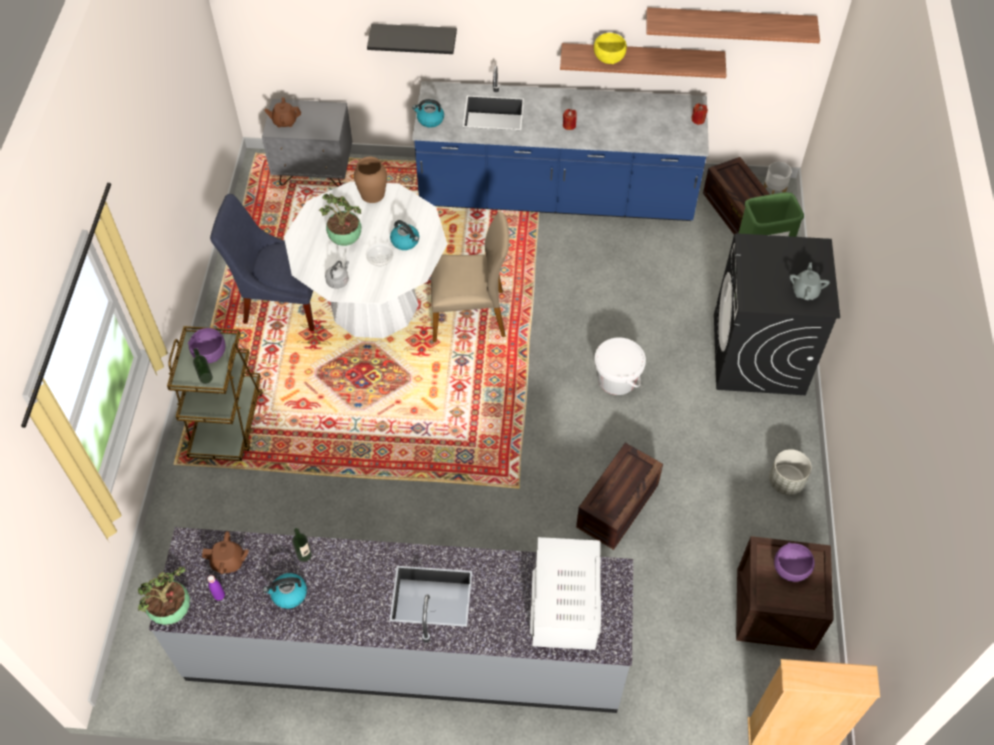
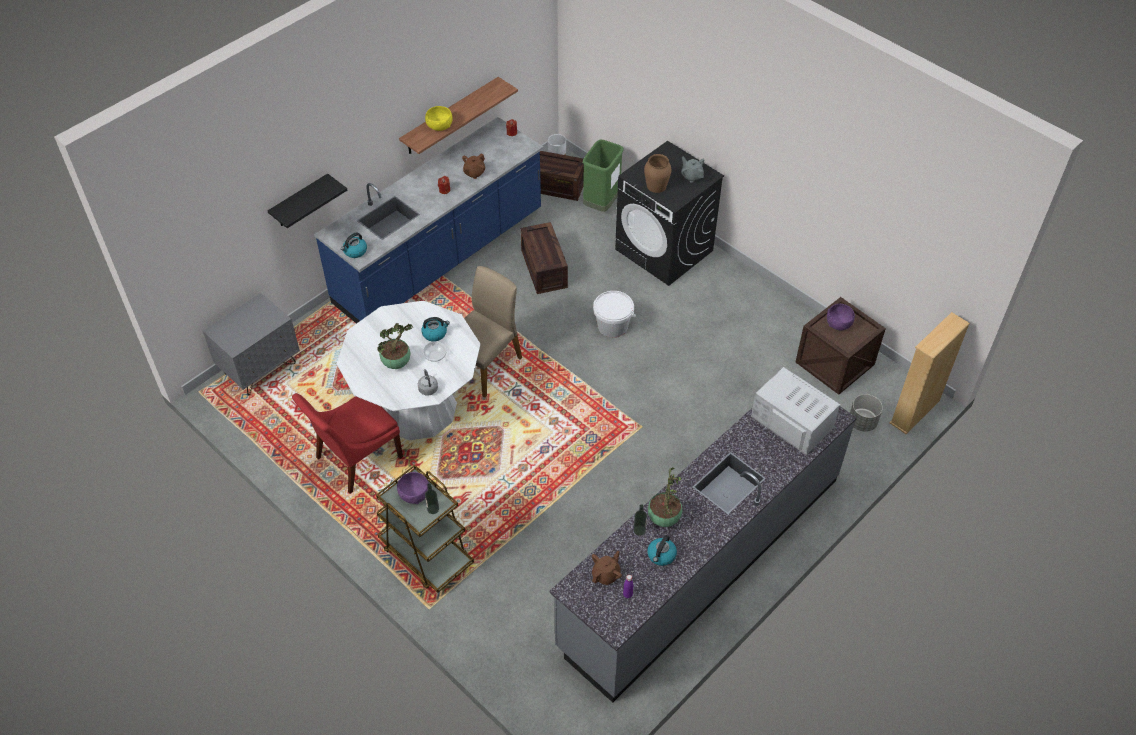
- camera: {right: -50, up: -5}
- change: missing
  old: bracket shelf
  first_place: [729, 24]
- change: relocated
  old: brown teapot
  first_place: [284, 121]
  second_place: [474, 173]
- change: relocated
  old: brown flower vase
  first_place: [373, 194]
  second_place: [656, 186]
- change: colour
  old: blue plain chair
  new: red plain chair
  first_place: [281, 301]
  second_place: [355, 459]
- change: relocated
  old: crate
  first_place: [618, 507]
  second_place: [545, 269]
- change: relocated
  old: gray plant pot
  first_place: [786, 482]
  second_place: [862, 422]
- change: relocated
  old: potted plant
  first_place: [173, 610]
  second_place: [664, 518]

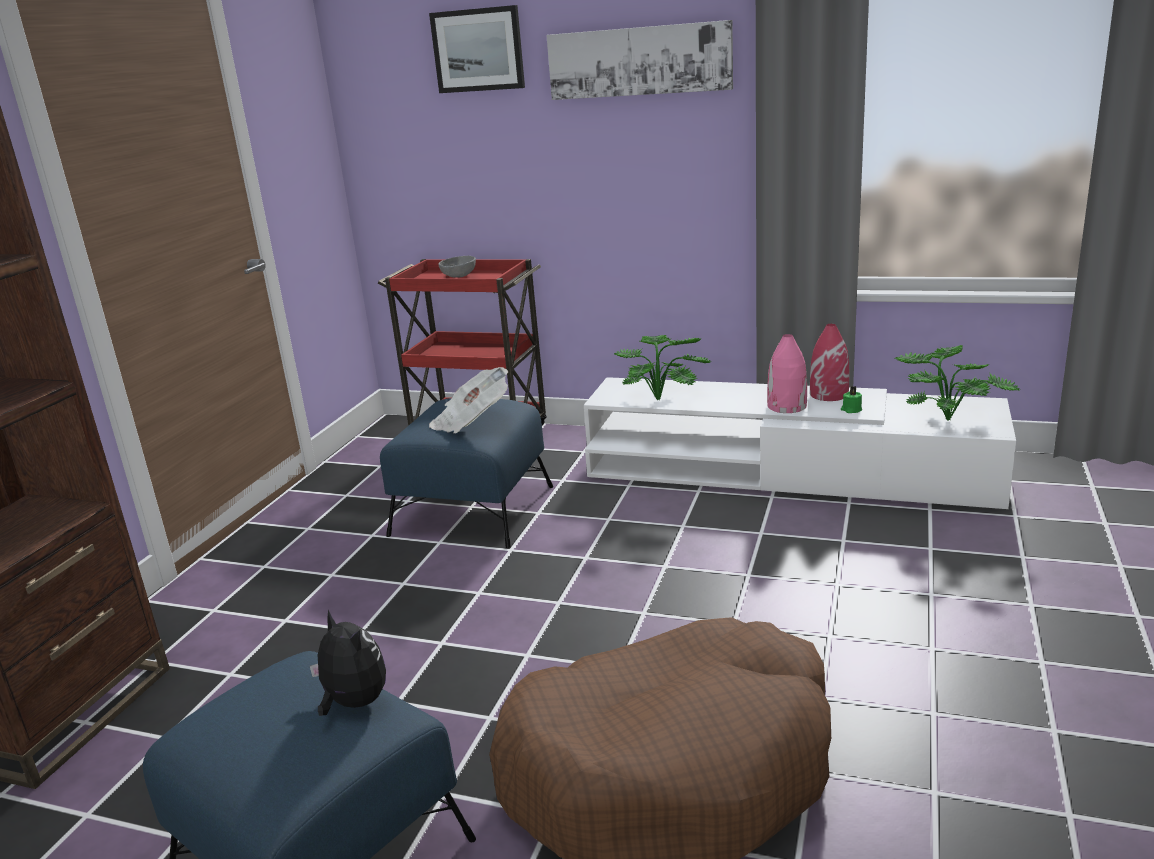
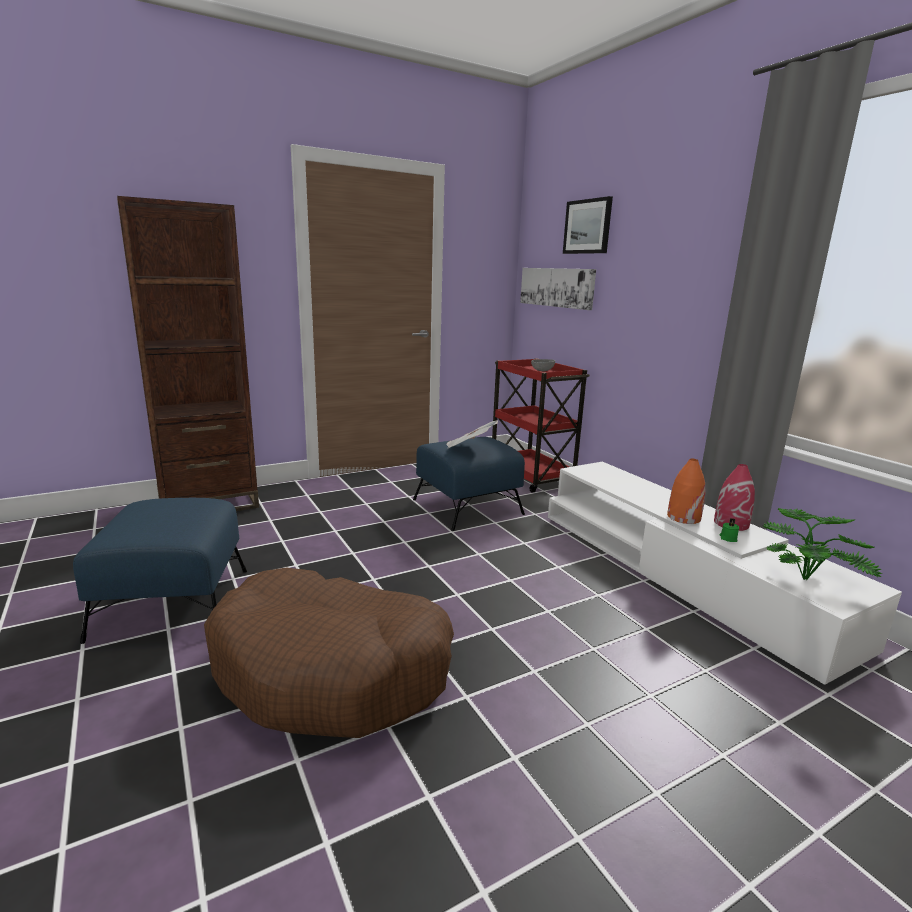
- camera: {right: 40, up: -5}
- change: relocated
  old: wall art
  first_place: [639, 61]
  second_place: [557, 287]
- change: colour
  old: pinkish flower vase
  new: orange flower vase
  first_place: [786, 406]
  second_place: [683, 517]
- change: missing
  old: potted plant
  first_place: [664, 398]
- change: missing
  old: cuddly toy
  first_place: [353, 703]

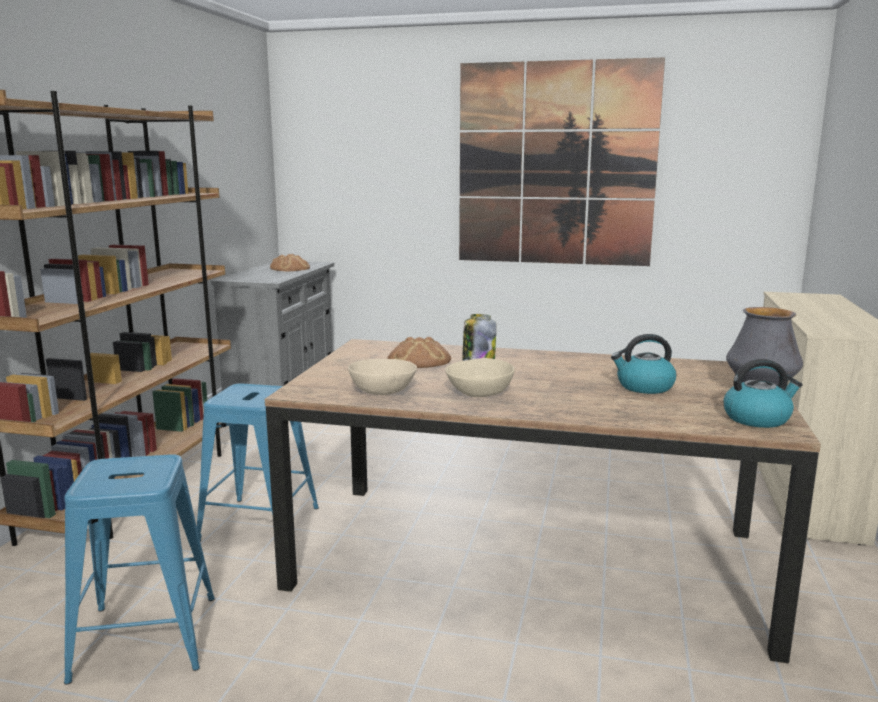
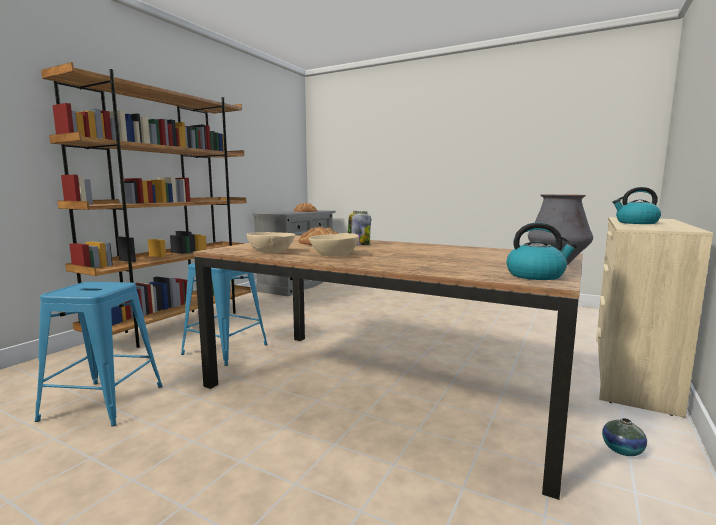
- camera: {right: 15, up: -5}
- change: missing
  old: wall art
  first_place: [555, 165]
- change: relocated
  old: tea kettle
  first_place: [644, 387]
  second_place: [636, 223]
- change: appeared
  new: flower vase
  second_place: [622, 450]

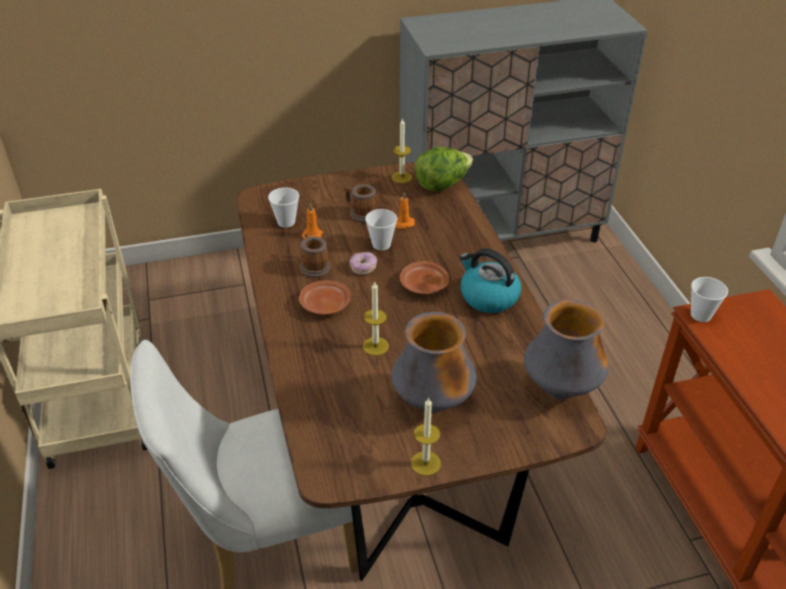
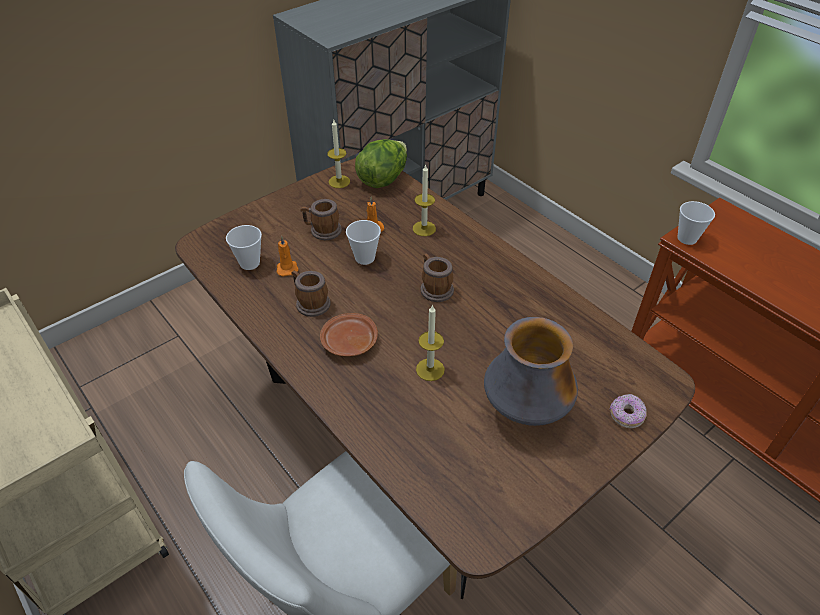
- camera: {right: -25, up: 5}
- change: missing
  old: tea kettle
  first_place: [488, 297]
- change: relocated
  old: ring doughnut
  first_place: [363, 268]
  second_place: [626, 416]
- change: exchanged
  old: brown flat dish
  new: tea mug
  first_place: [424, 285]
  second_place: [434, 288]
- change: missing
  old: flower vase
  first_place: [560, 389]
- change: relocated
  old: wax candle
  first_place: [425, 463]
  second_place: [424, 228]

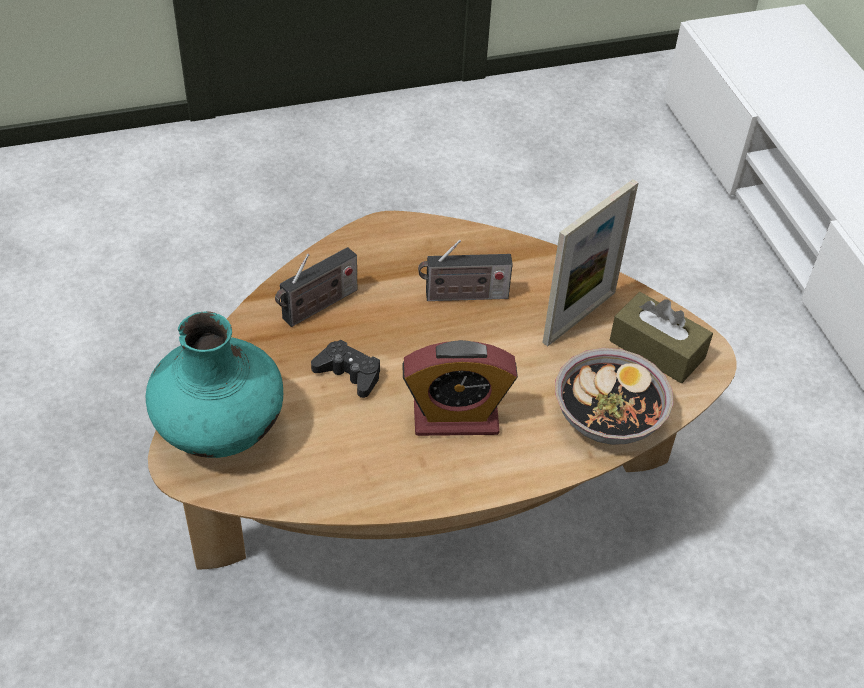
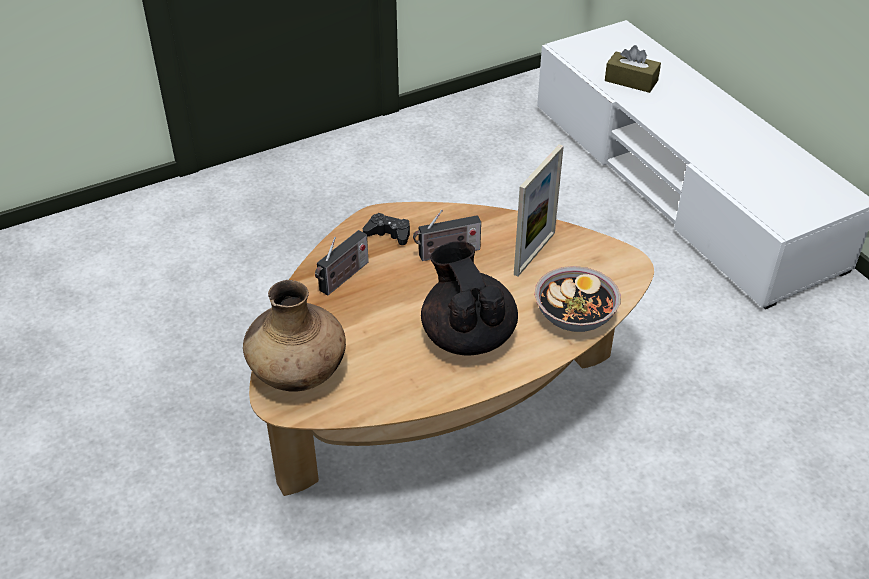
- camera: {right: -10, up: -5}
- change: relocated
  old: brown tissue holder
  first_place: [657, 349]
  second_place: [631, 81]
- change: colour
  old: blue-green flower vase
  new: brown flower vase
  first_place: [220, 429]
  second_place: [298, 373]
- change: relocated
  old: black-coloured game controller
  first_place: [349, 374]
  second_place: [388, 234]
- change: exchanged
  old: alarm clock
  new: black-coloured teapot
  first_place: [456, 418]
  second_place: [467, 335]

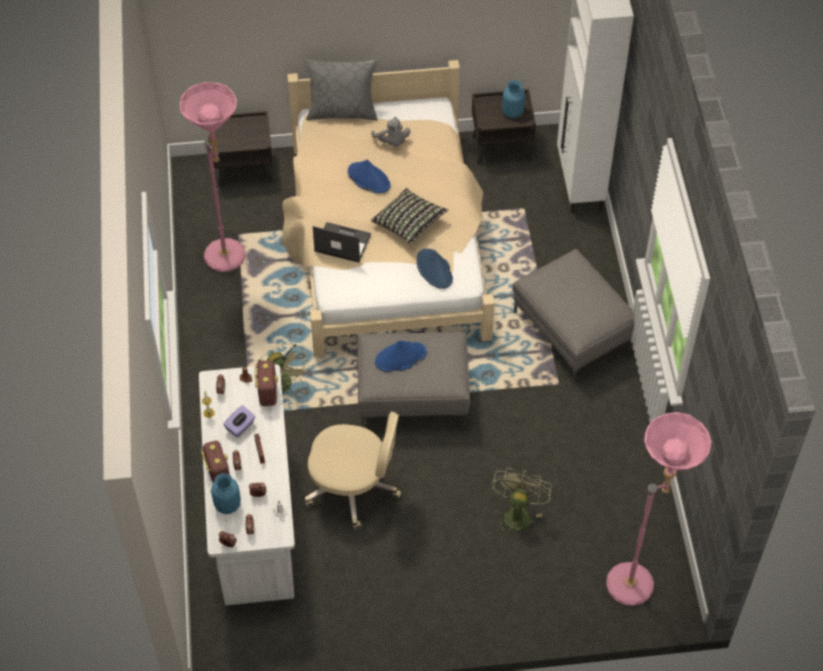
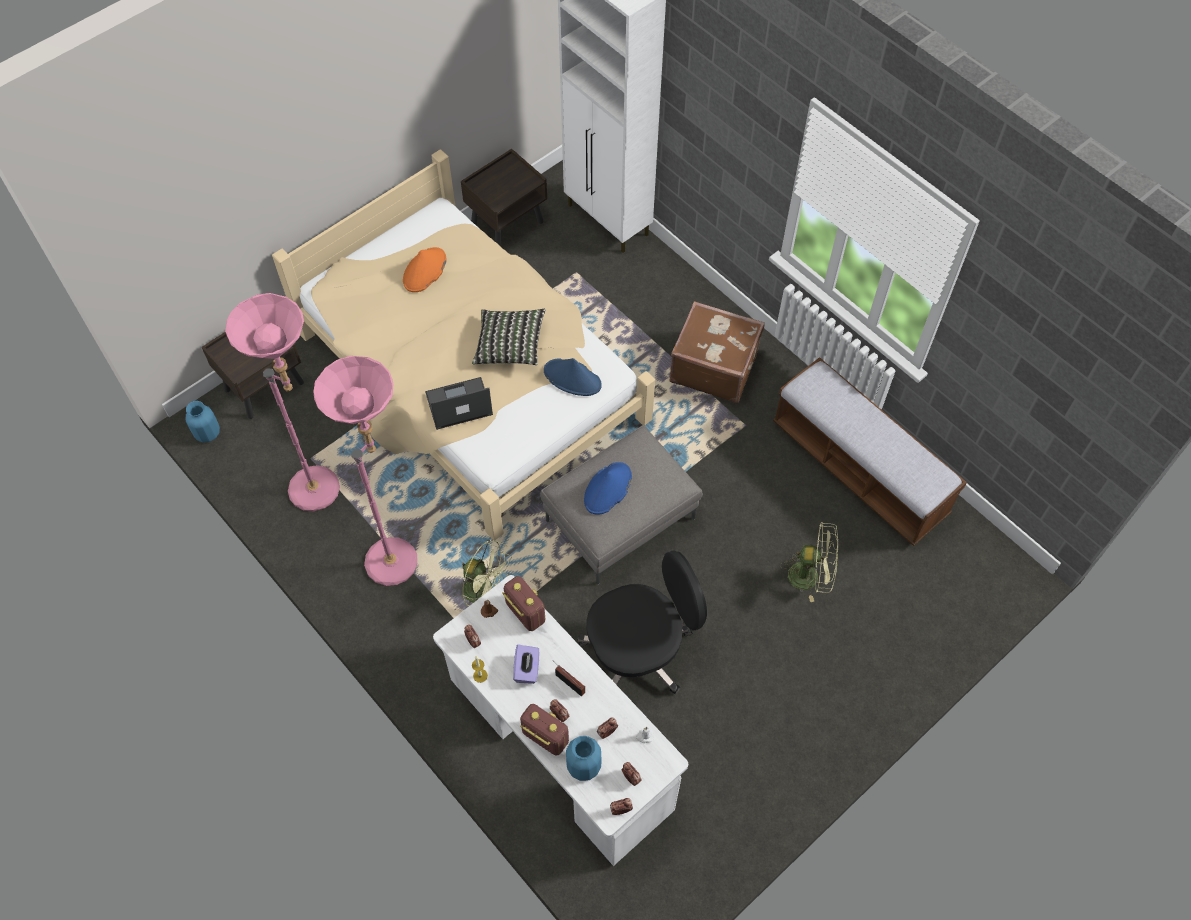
- camera: {right: -35, up: 5}
- change: missing
  old: gray pillow
  first_place: [342, 111]
- change: relocated
  old: blue flower vase
  first_place: [512, 112]
  second_place: [207, 433]
- change: exchanged
  old: gray cuddly toy
  new: orange hat
  first_place: [392, 142]
  second_place: [424, 271]
- change: missing
  old: blue hat
  first_place: [368, 178]
- change: exchanged
  old: gray ottoman
  new: brown piece of luggage
  first_place: [570, 330]
  second_place: [713, 366]
- change: colour
  old: beige computer chair
  new: black-coloured computer chair
  first_place: [354, 487]
  second_place: [639, 651]
- change: relocated
  old: pinkish standard lamp
  first_place: [639, 581]
  second_place: [398, 553]
- change: spun
  old: green-coloured fan
  first_place: [517, 513]
  second_place: [810, 576]
  degrees: 120
- change: appeared
  new: long seat
  second_place: [858, 470]

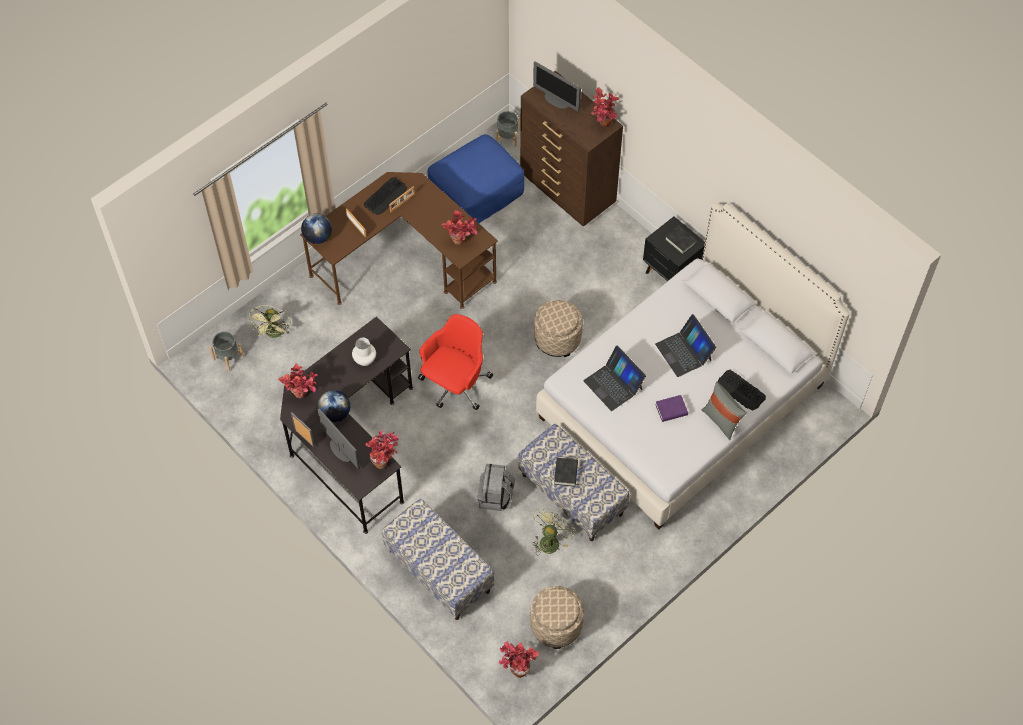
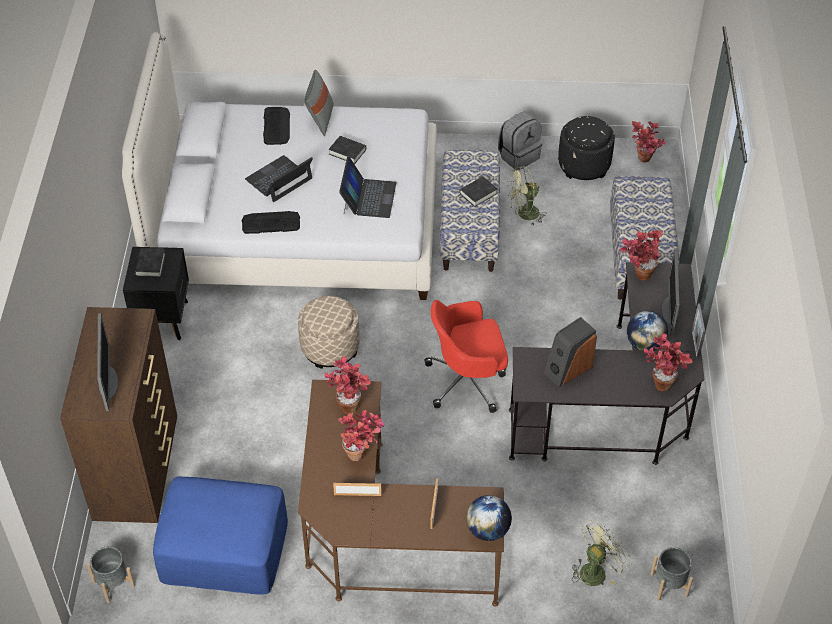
- camera: {right: -135, up: -10}
- change: relocated
  old: potted plant
  first_place: [602, 126]
  second_place: [361, 454]
- change: relocated
  old: keyboard
  first_place: [385, 196]
  second_place: [270, 223]
- change: spun
  old: laptop
  first_place: [684, 352]
  second_place: [279, 179]
  degrees: -150
- change: exchanged
  old: white flower vase
  new: loudspeaker
  first_place: [364, 360]
  second_place: [568, 369]
- change: colour
  old: purple bound book
  new: black-coloured bound book
  first_place: [671, 410]
  second_place: [347, 152]
- change: relocated
  old: gray backpack
  first_place: [495, 497]
  second_place: [518, 156]
- change: colour
  old: beige ottoman
  new: black-coloured ottoman
  first_place: [556, 625]
  second_place: [584, 165]

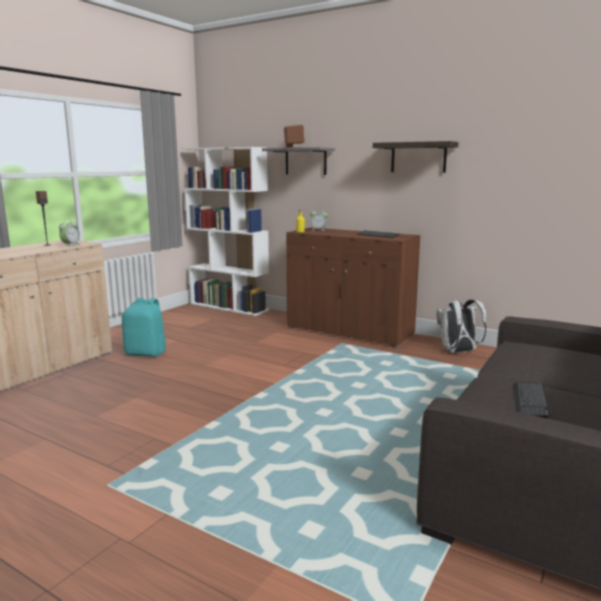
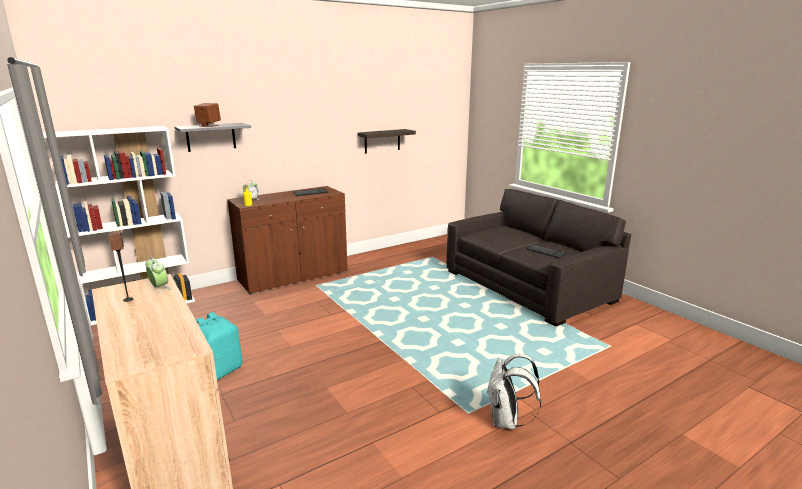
- camera: {right: -65, up: 5}
- change: relocated
  old: bracket shelf
  first_place: [418, 157]
  second_place: [382, 141]
- change: relocated
  old: white backpack
  first_place: [458, 352]
  second_place: [507, 421]

